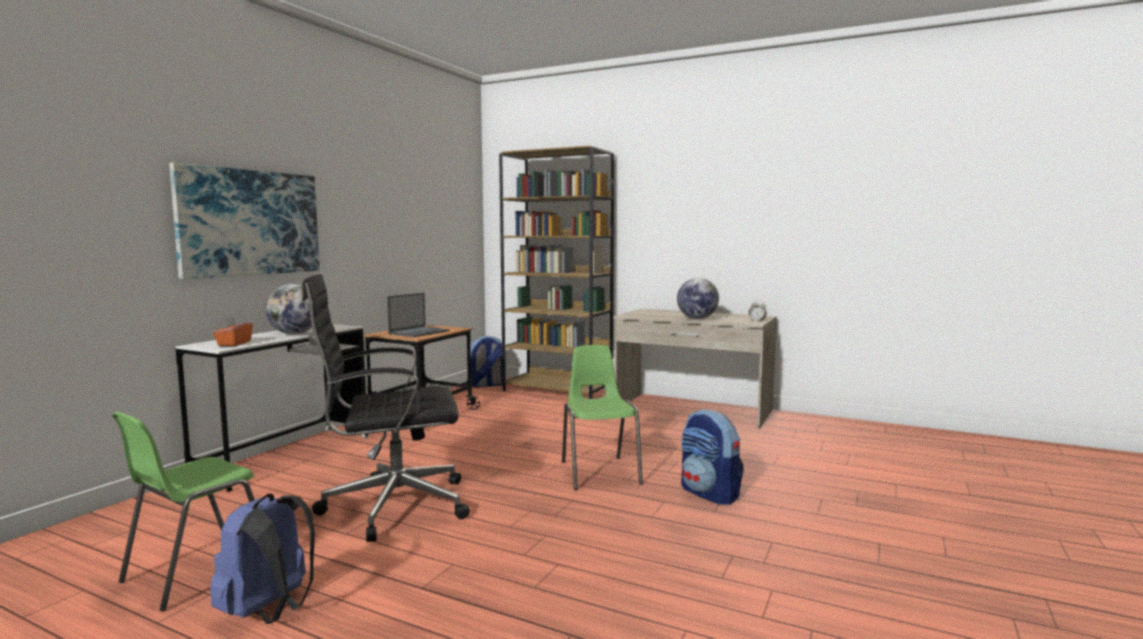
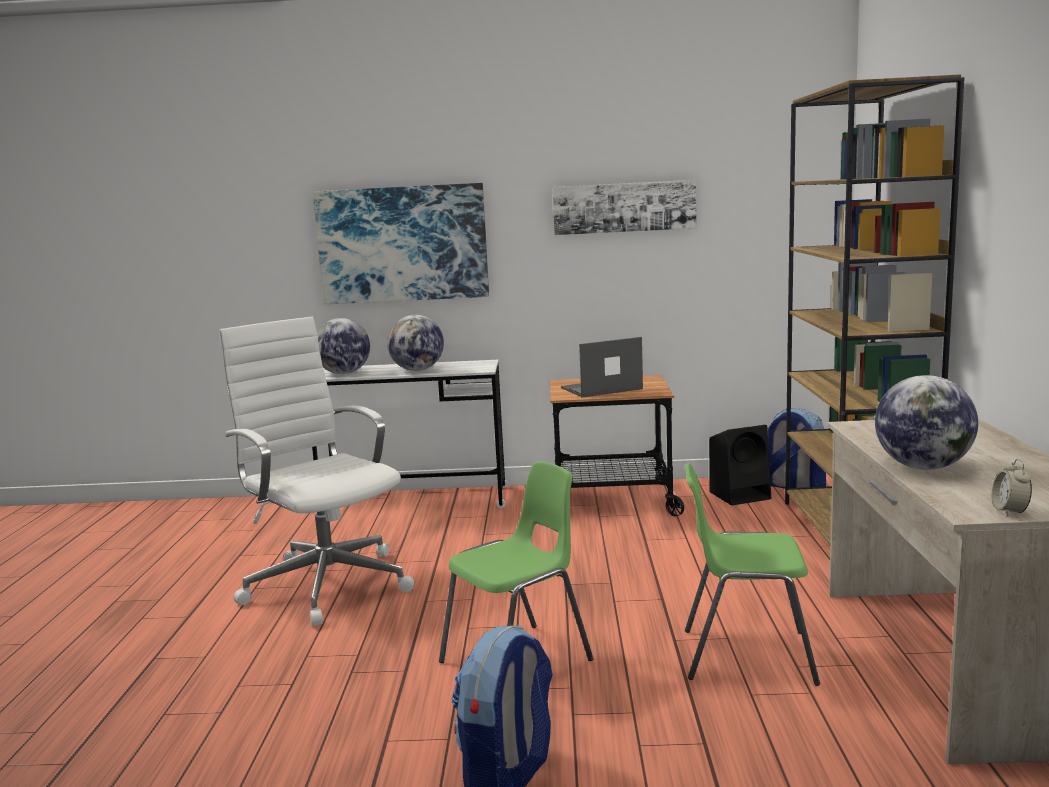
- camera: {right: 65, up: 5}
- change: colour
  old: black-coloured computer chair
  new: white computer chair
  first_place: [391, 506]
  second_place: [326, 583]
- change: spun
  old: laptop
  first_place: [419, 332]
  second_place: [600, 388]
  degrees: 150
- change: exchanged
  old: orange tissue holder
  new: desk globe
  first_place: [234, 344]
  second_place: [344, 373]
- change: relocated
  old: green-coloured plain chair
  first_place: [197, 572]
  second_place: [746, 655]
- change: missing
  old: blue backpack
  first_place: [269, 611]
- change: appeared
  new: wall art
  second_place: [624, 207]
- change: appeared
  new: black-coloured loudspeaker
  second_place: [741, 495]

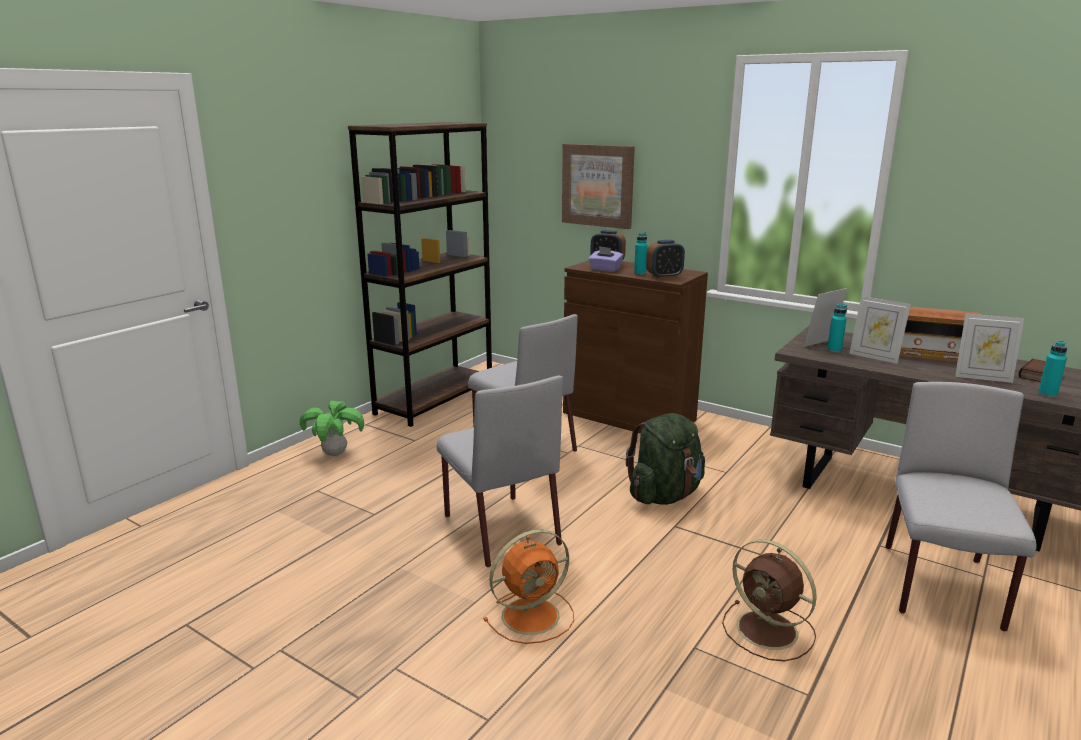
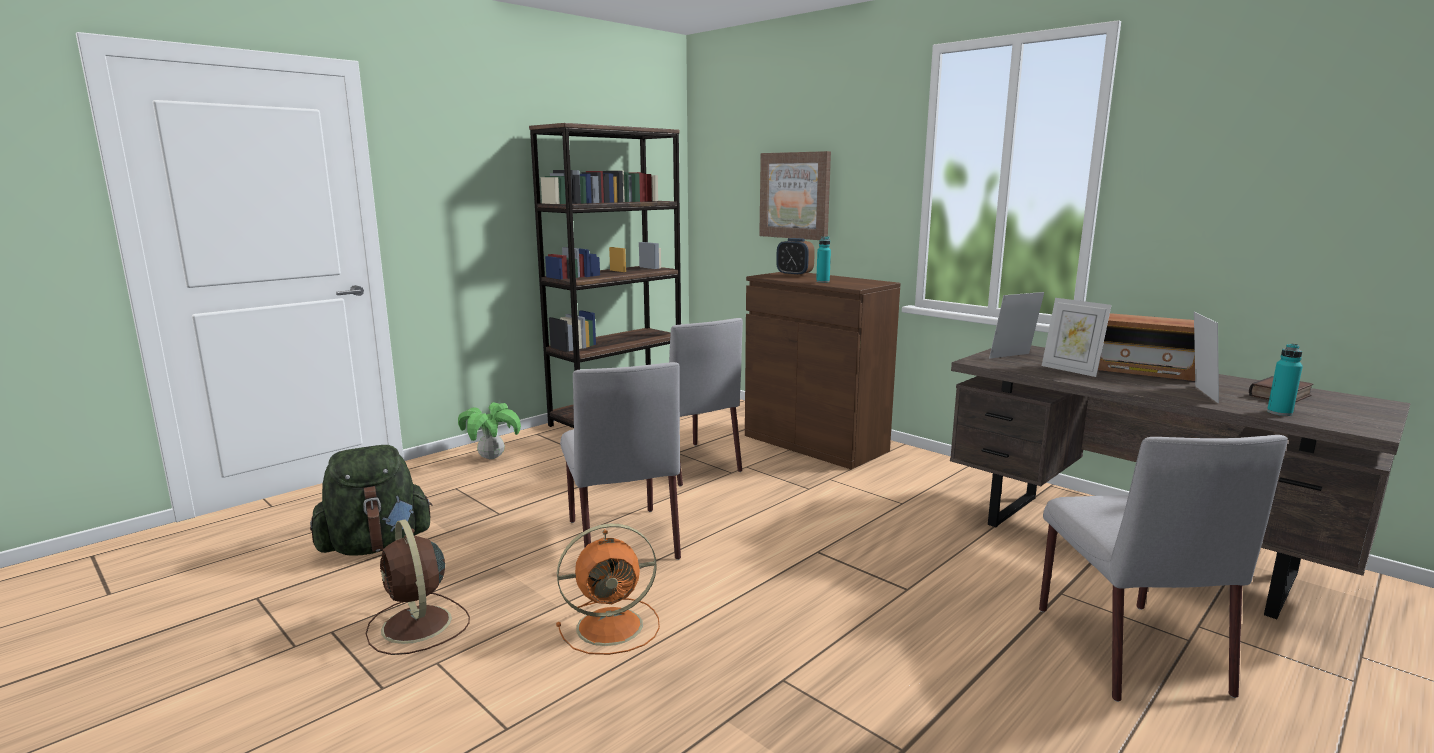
- camera: {right: 10, up: -5}
- change: missing
  old: alarm clock
  first_place: [664, 276]
- change: missing
  old: purple tissue holder
  first_place: [605, 270]
- change: missing
  old: blue-green beverage bottle
  first_place: [834, 350]
- change: spun
  old: picture frame
  first_place: [982, 378]
  second_place: [1199, 394]
  degrees: -105
- change: spun
  old: gray plain chair
  first_place: [941, 587]
  second_place: [1126, 647]
  degrees: 150
- change: relocated
  old: green-coloured backpack
  first_place: [665, 495]
  second_place: [376, 546]
- change: relocated
  old: brown fan
  first_place: [769, 631]
  second_place: [417, 626]

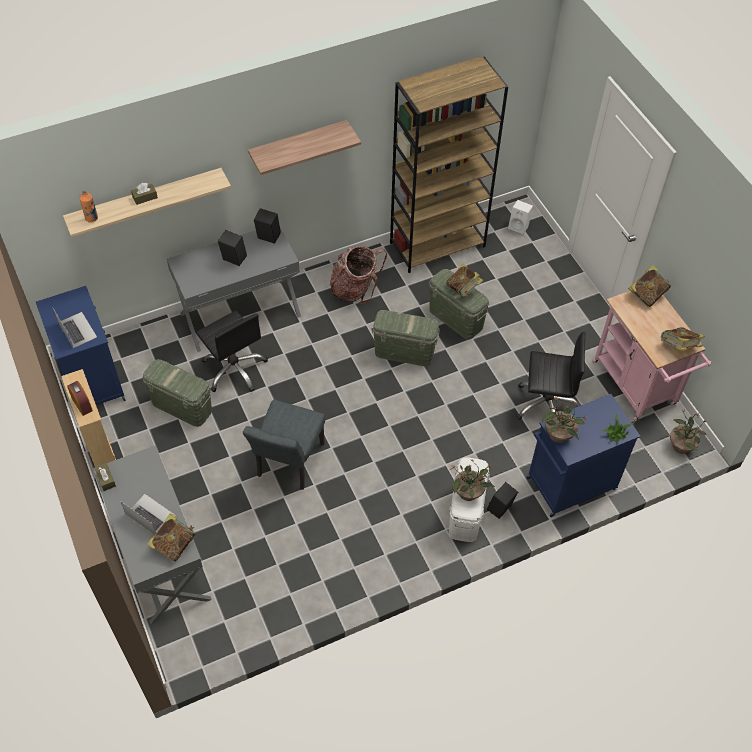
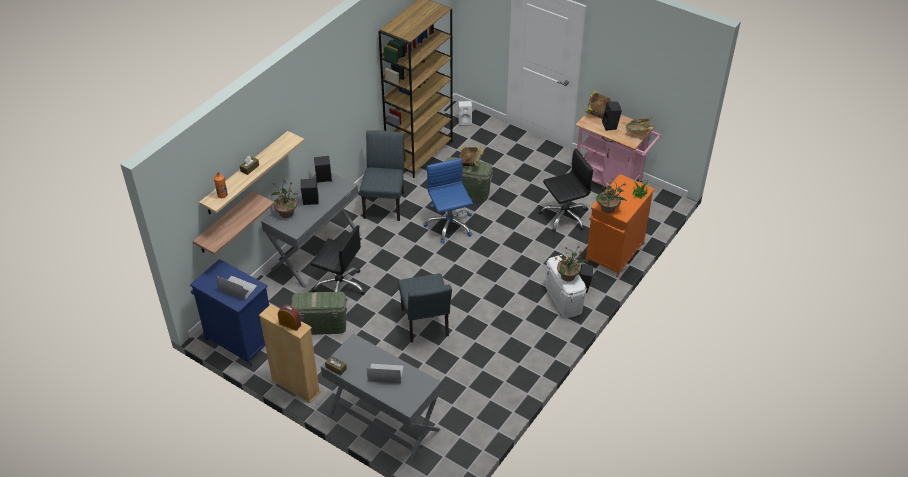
- camera: {right: -30, up: -10}
- change: relocated
  old: bracket shelf
  first_place: [298, 145]
  second_place: [225, 223]
- change: exchanged
  old: backpack
  new: gray plain chair
  first_place: [355, 289]
  second_place: [385, 202]
- change: exchanged
  old: green-coloured storage bin
  new: blue computer chair
  first_place: [404, 352]
  second_place: [449, 225]
- change: colour
  old: blue storage cabinet
  new: orange storage cabinet
  first_place: [569, 484]
  second_place: [614, 254]
- change: relocated
  old: potted plant
  first_place: [681, 445]
  second_place: [286, 212]
- change: missing
  old: bound book
  first_place: [174, 544]
- change: appeared
  new: black-coloured loudspeaker
  second_place: [611, 126]

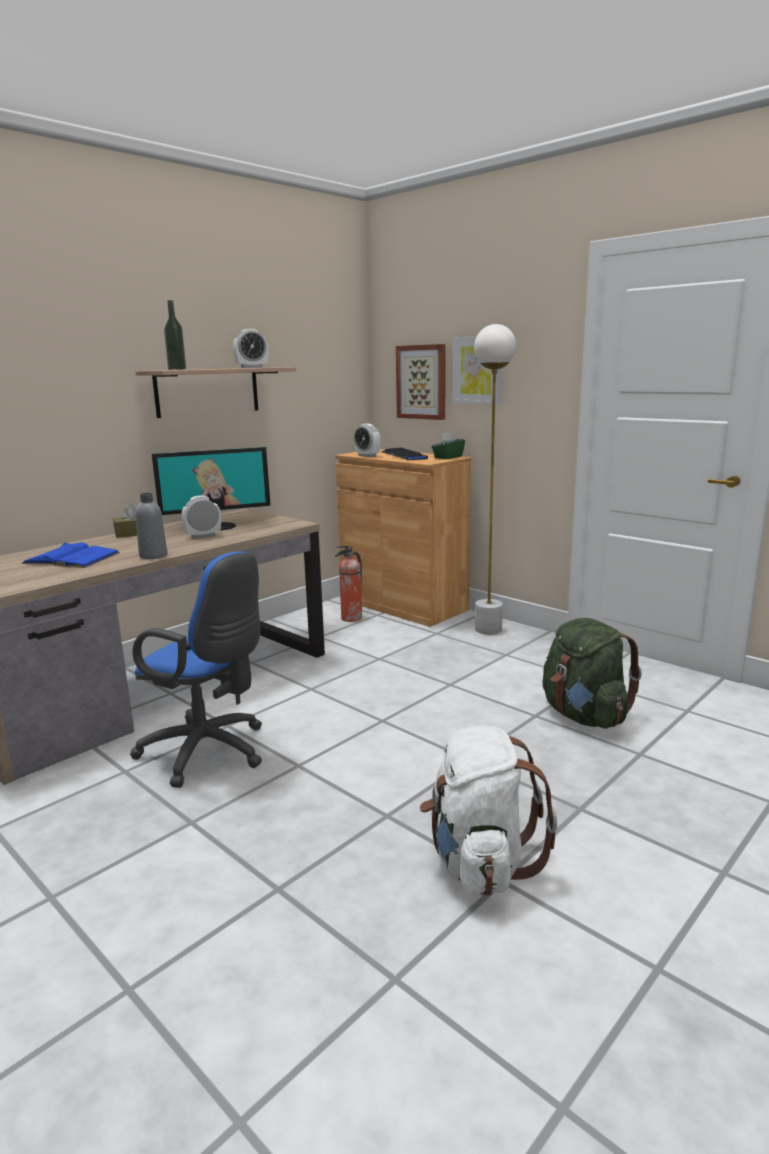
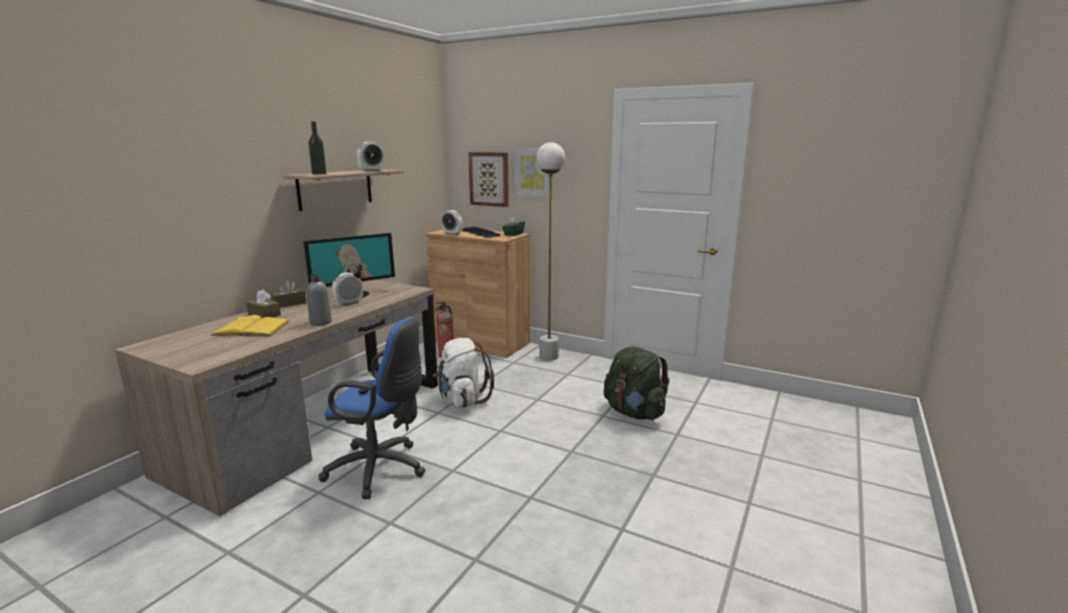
- camera: {right: -15, up: 0}
- change: colour
  old: blue bound book
  new: yellow bound book
  first_place: [72, 558]
  second_place: [251, 328]
- change: relocated
  old: white backpack
  first_place: [479, 862]
  second_place: [462, 401]
- change: appeared
  new: brown tissue holder
  second_place: [264, 315]

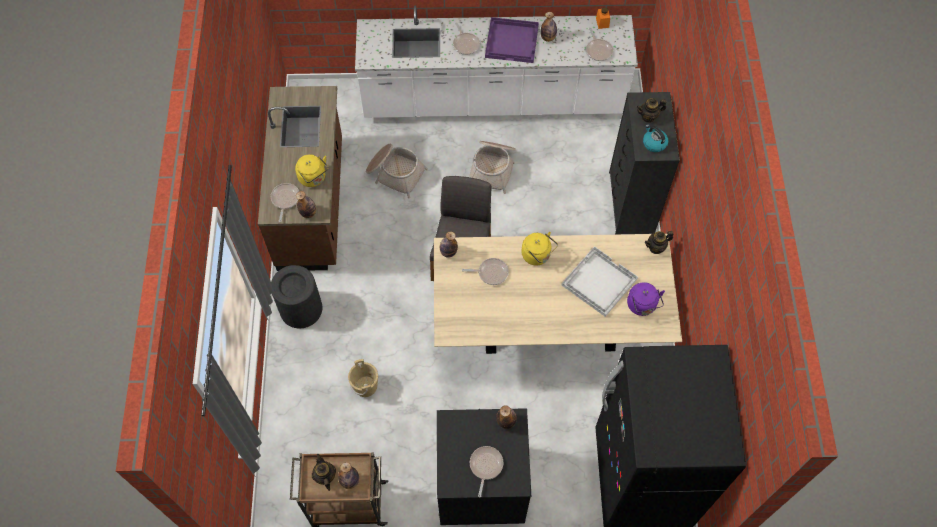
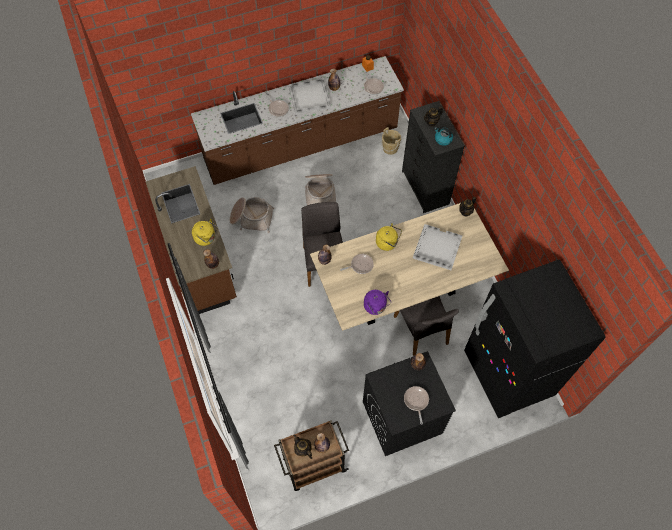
- camera: {right: -20, up: 0}
- change: colour
  old: white kitchen base unit
  new: brown kitchen base unit
  first_place: [493, 101]
  second_place: [301, 146]
- change: colour
  old: purple serving tray
  new: white serving tray
  first_place: [512, 41]
  second_place: [310, 97]
- change: missing
  old: skillet
  first_place: [285, 199]
- change: missing
  old: black-coloured waste bin
  first_place: [300, 309]
- change: relocated
  old: purple tea kettle
  first_place: [642, 306]
  second_place: [376, 307]
- change: relocated
  old: beige bucket
  first_place: [365, 386]
  second_place: [390, 148]
- change: appeared
  new: gray plain chair
  second_place: [422, 330]

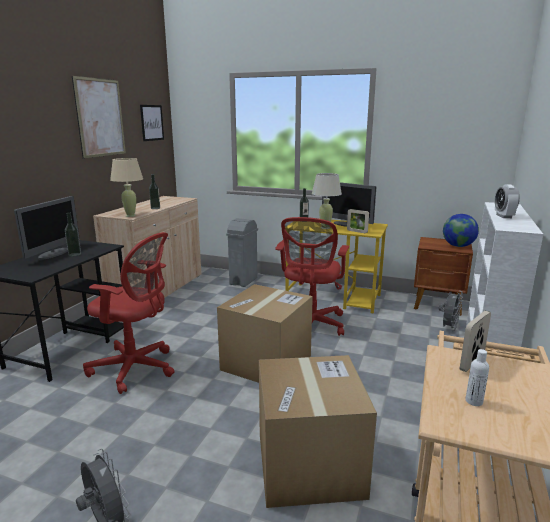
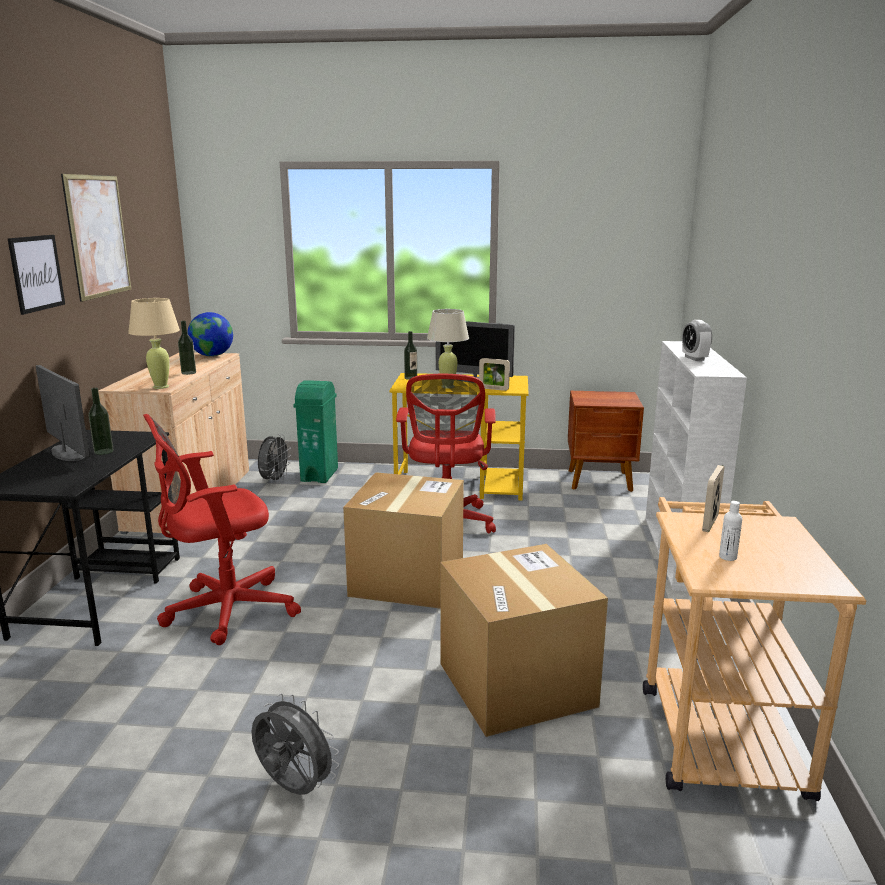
- camera: {right: -15, up: 0}
- change: relocated
  old: wall art
  first_place: [152, 122]
  second_place: [36, 273]
- change: spun
  old: monitor
  first_place: [54, 254]
  second_place: [68, 453]
  degrees: -45
- change: relocated
  old: desk globe
  first_place: [458, 246]
  second_place: [212, 356]
- change: colour
  old: gray waste bin
  new: green-coloured waste bin
  first_place: [244, 281]
  second_place: [320, 475]
- change: spun
  old: red computer chair
  first_place: [136, 369]
  second_place: [224, 611]
  degrees: 150
- change: relocated
  old: gray fan
  first_place: [448, 328]
  second_place: [274, 481]

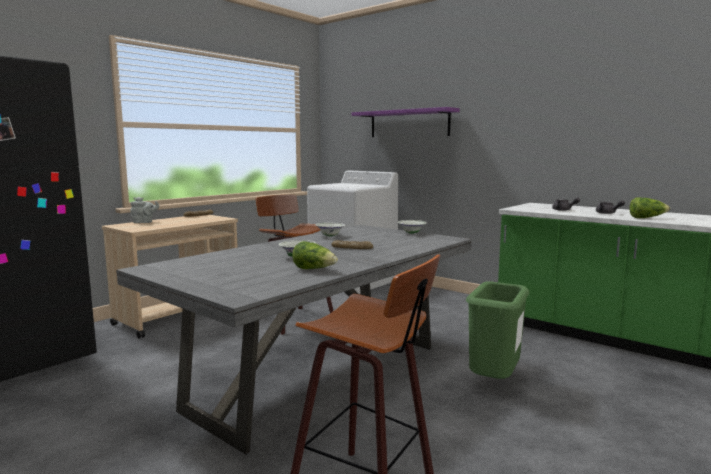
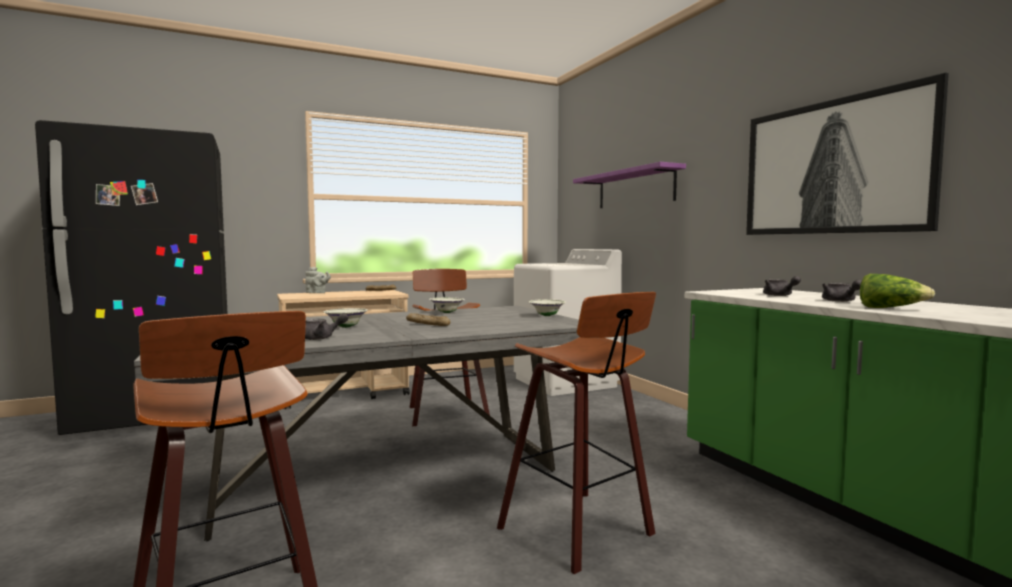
- camera: {right: 25, up: -5}
- change: exchanged
  old: lettuce
  new: gray teapot
  first_place: [314, 269]
  second_place: [322, 338]
- change: exchanged
  old: green-coloured waste bin
  new: stool seat
  first_place: [494, 383]
  second_place: [582, 531]
- change: appeared
  new: wall art
  second_place: [834, 167]

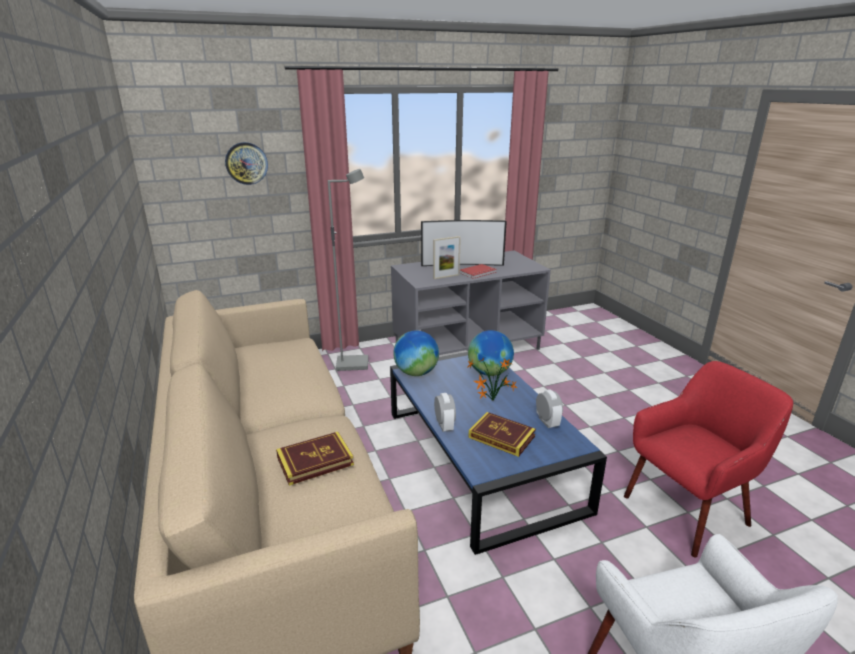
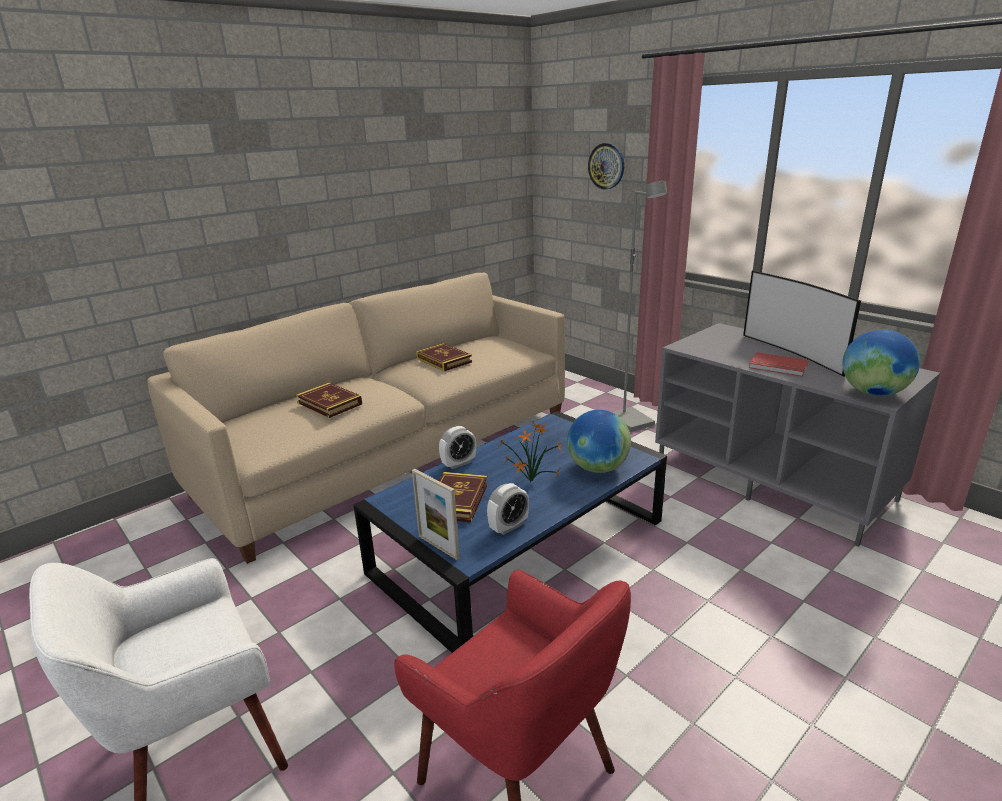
- camera: {right: 70, up: 0}
- change: relocated
  old: picture frame
  first_place: [446, 277]
  second_place: [438, 547]
- change: relocated
  old: desk globe
  first_place: [416, 373]
  second_place: [873, 393]
- change: appeared
  new: bound book
  second_place: [444, 360]

